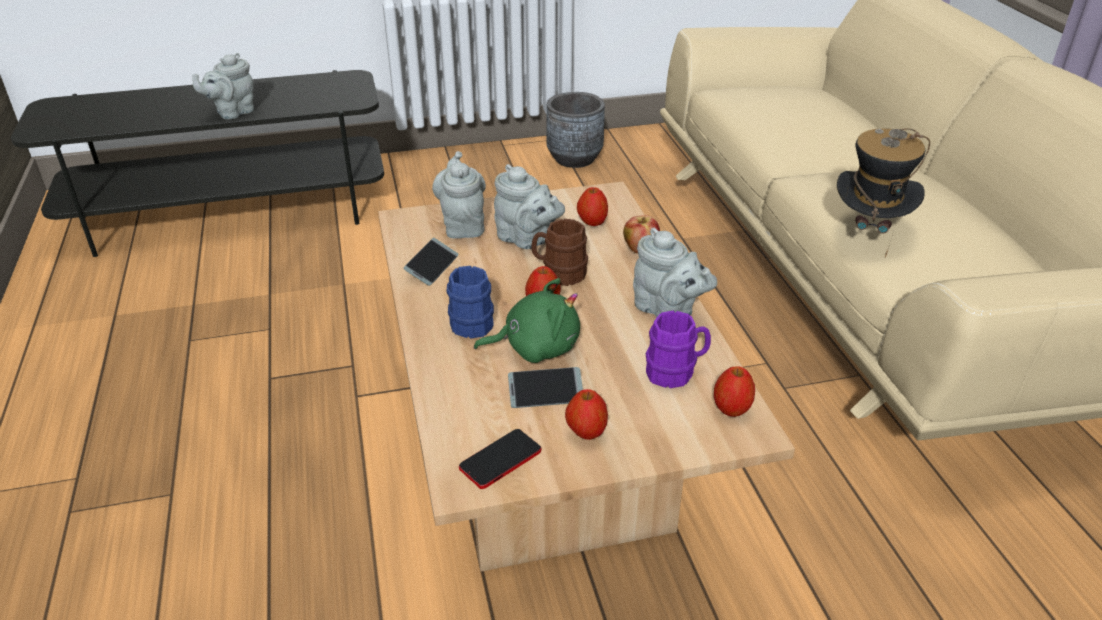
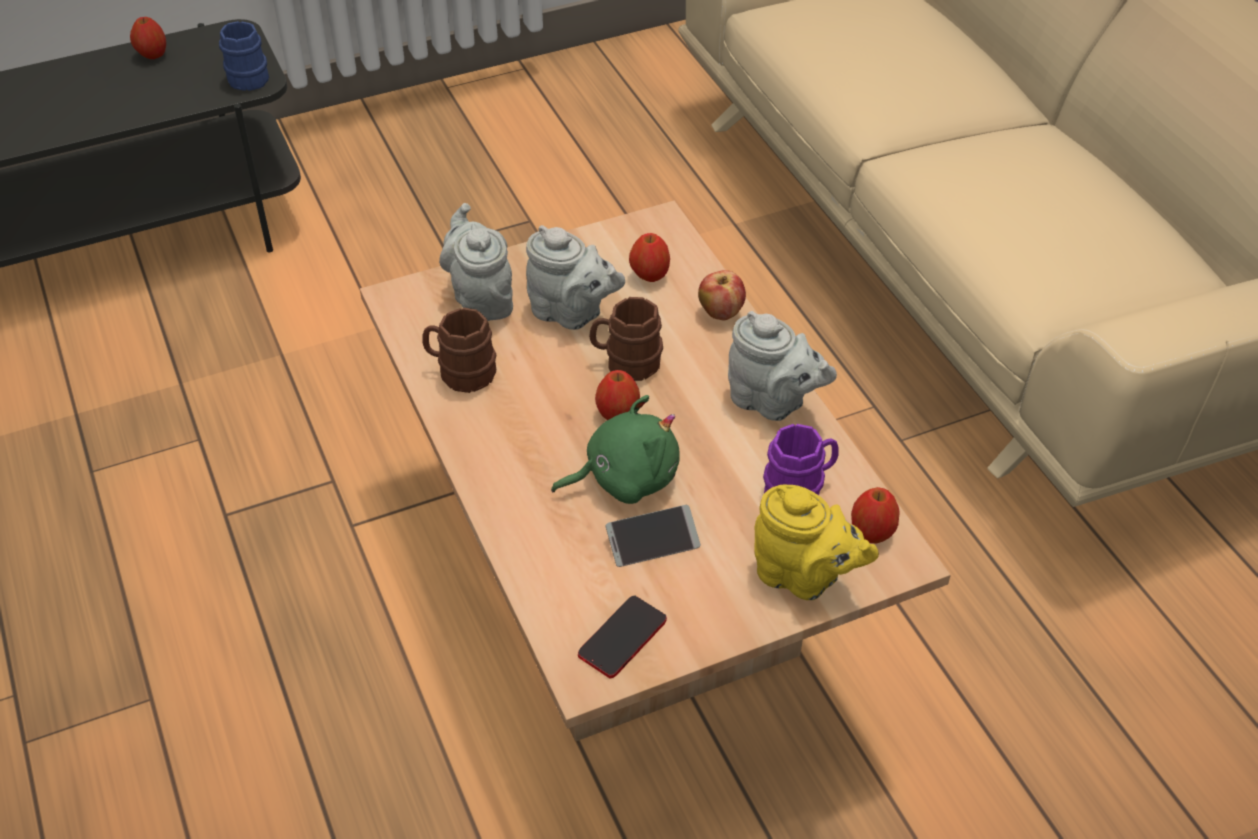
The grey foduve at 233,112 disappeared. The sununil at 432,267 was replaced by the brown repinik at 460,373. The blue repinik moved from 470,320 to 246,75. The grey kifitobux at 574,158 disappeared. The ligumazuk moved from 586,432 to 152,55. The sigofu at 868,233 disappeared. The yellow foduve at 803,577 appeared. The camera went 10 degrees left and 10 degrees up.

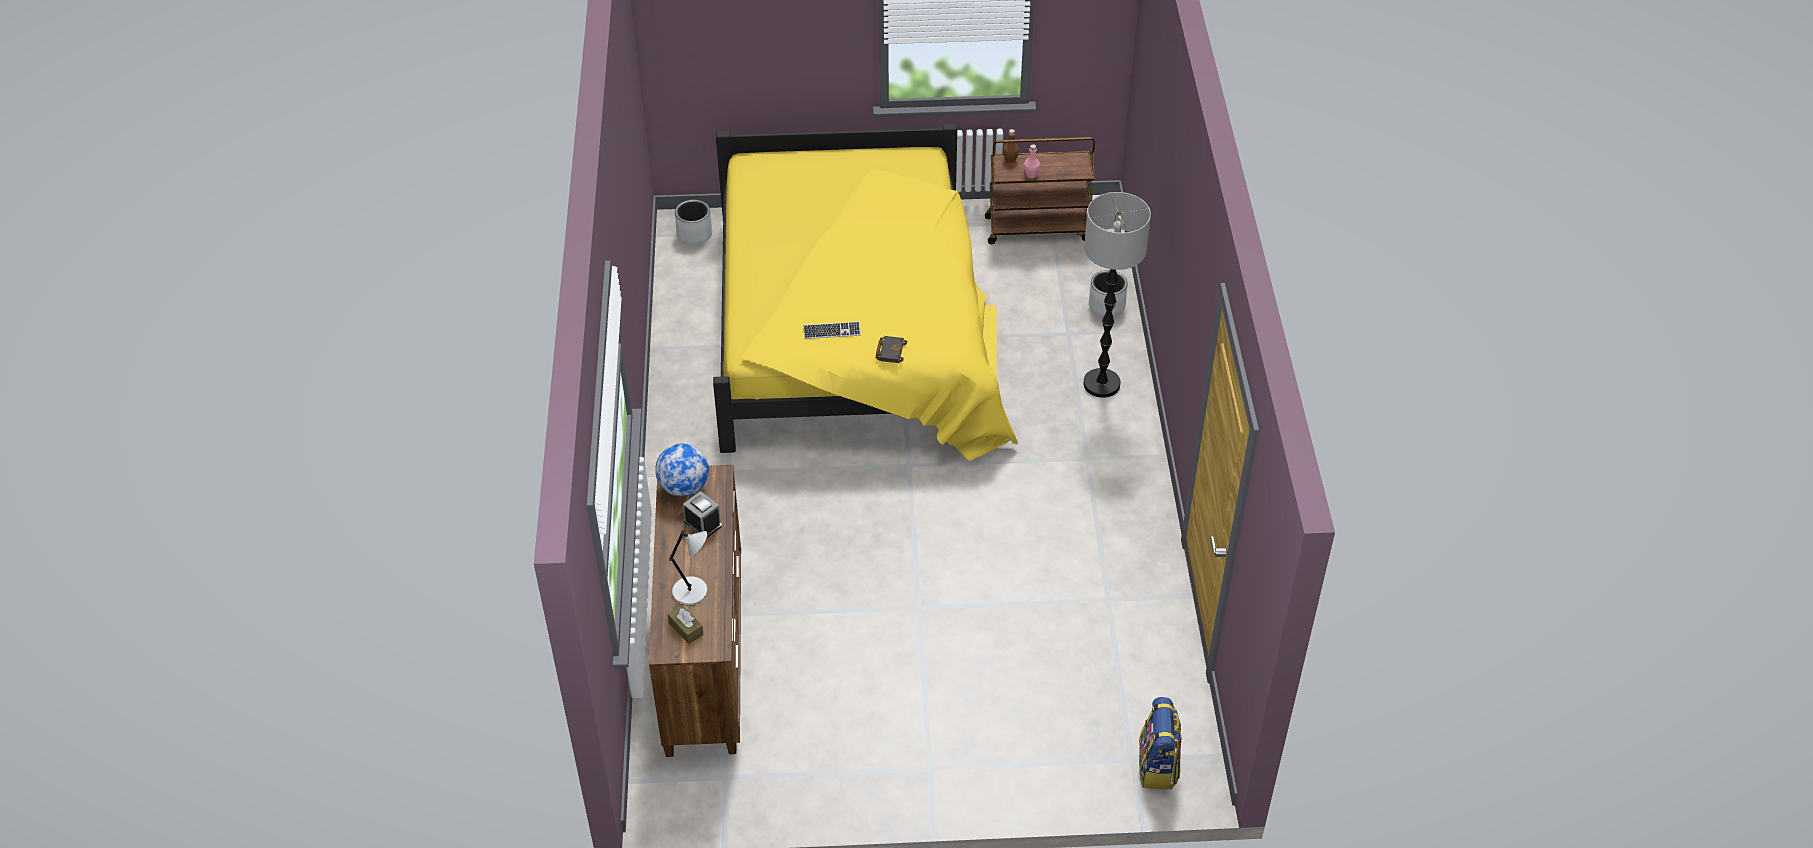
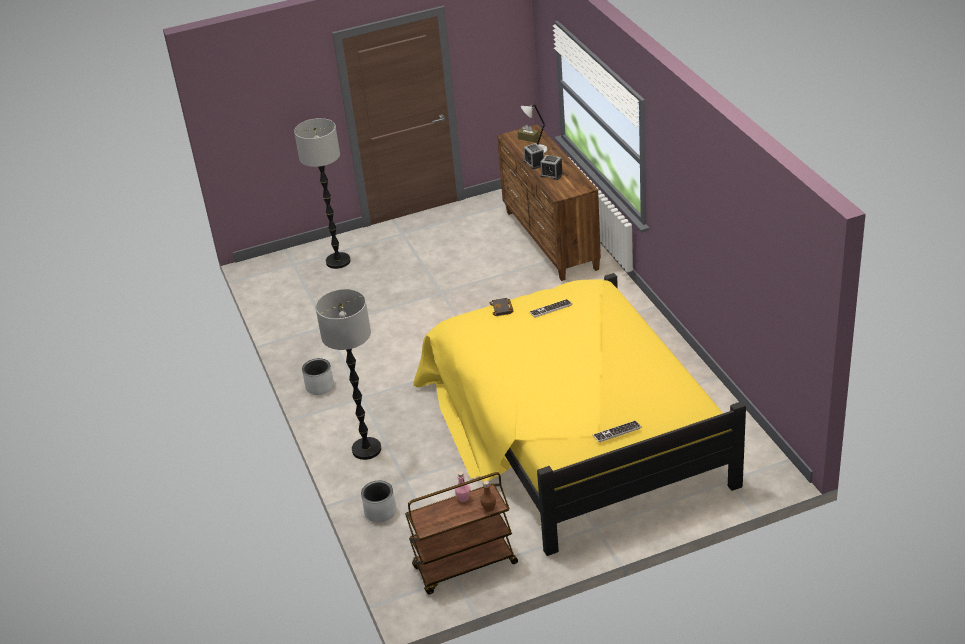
The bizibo at 684,487 disappeared. The grey kifitobux moved from 695,234 to 319,387. The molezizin at 1158,766 disappeared. The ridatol at 338,261 appeared. The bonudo at 534,163 appeared. The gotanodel at 617,432 appeared. The camera went 165 degrees right and 10 degrees down.

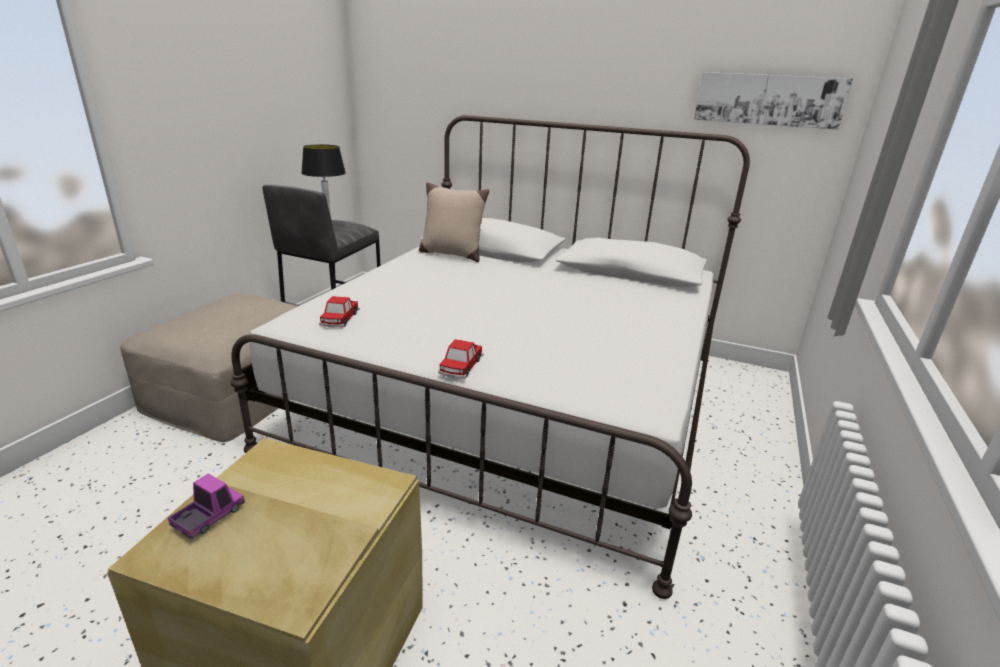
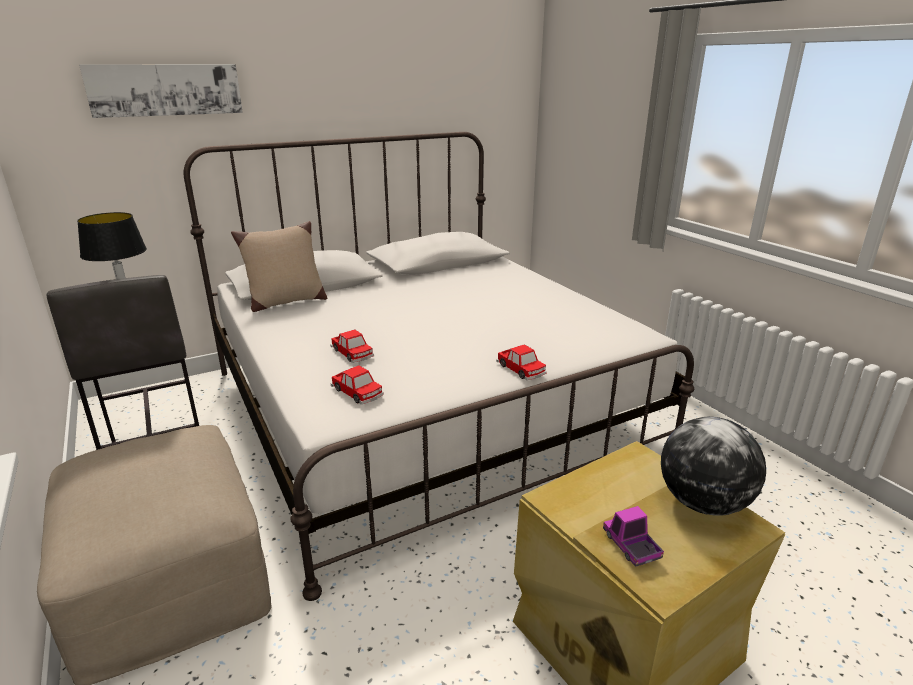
The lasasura moved from 768,100 to 165,90. The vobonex at 352,353 appeared. The bizibo at 703,503 appeared. The camera went 50 degrees left and 0 degrees up.

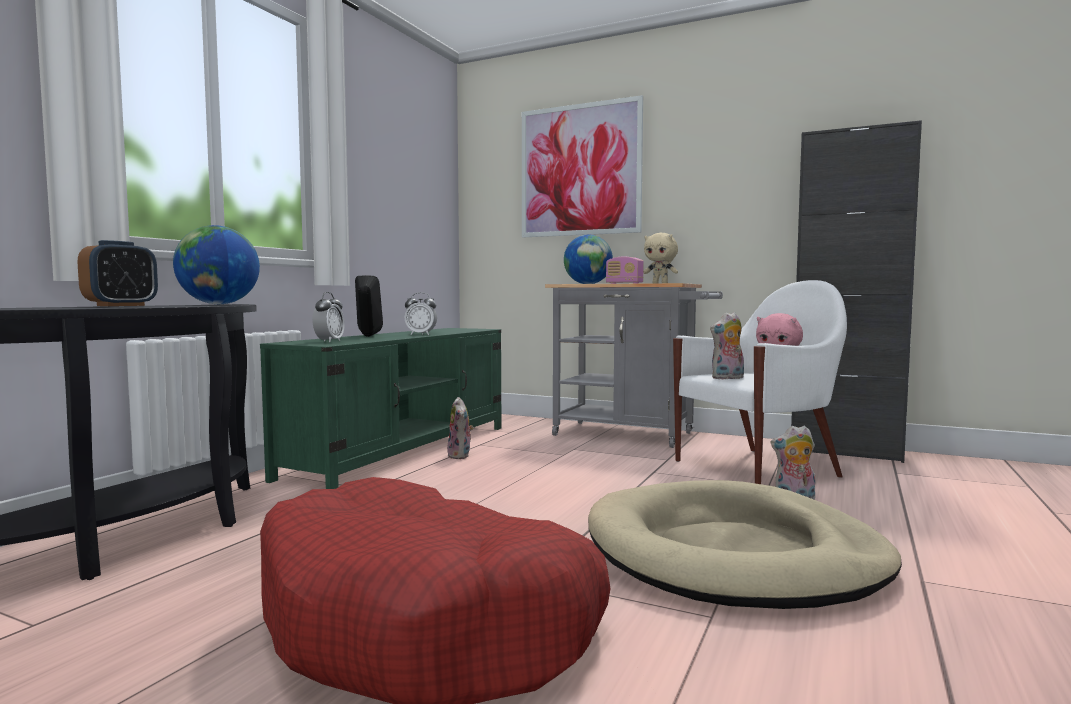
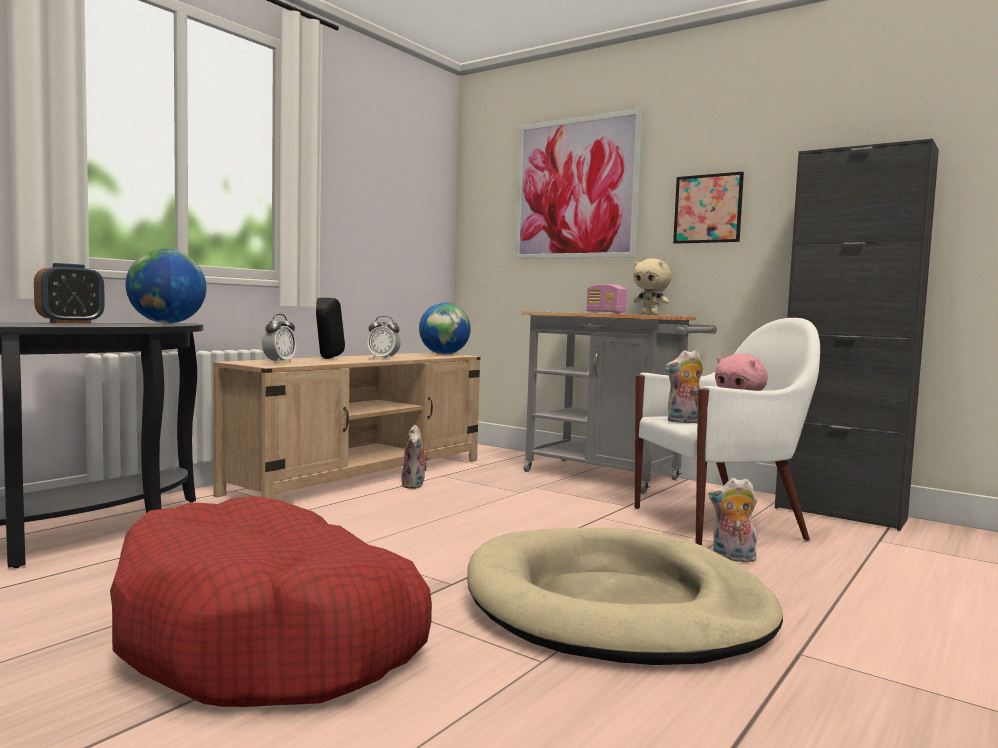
The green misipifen at 404,450 became the beige misipifen at 363,476. The bizibo moved from 588,284 to 444,354. The lasasura at 708,208 appeared. The camera went 10 degrees right and 0 degrees up.

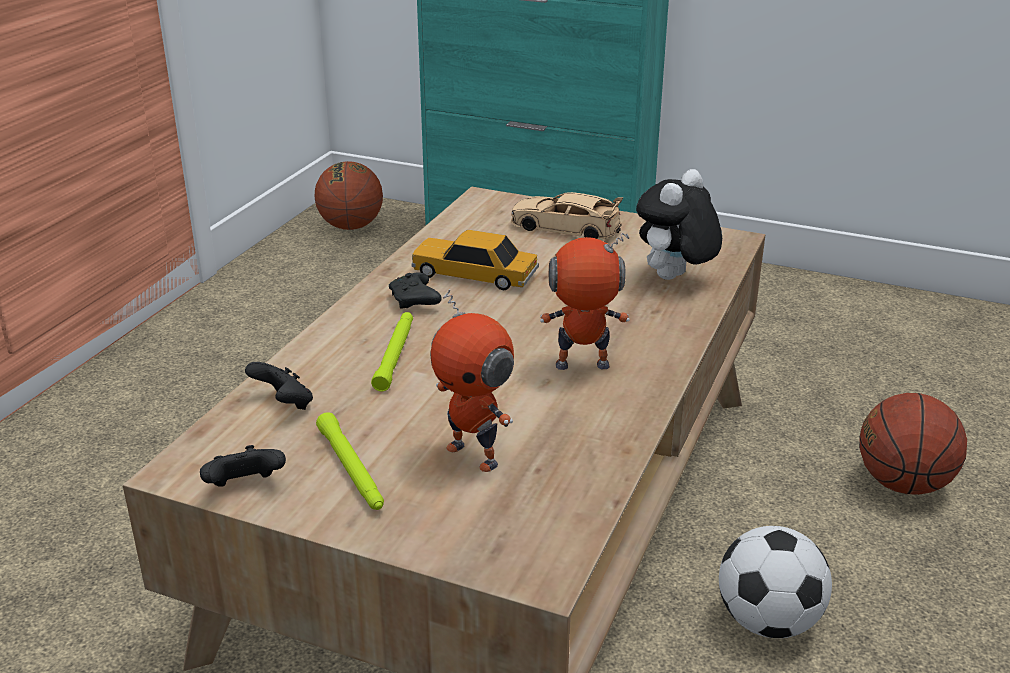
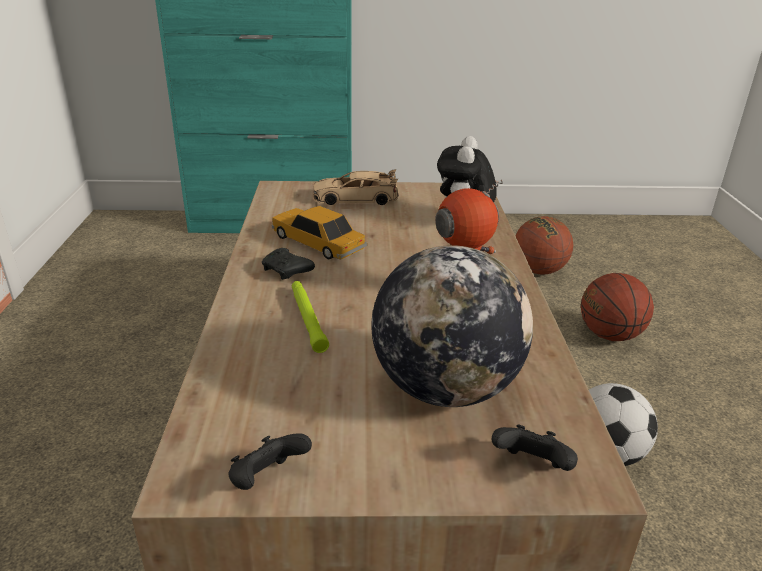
The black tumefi moved from 284,404 to 531,466. The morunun moved from 351,226 to 538,271. The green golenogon at 351,470 disappeared. The vobonex at 474,275 turned 45 degrees clockwise. The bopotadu at 474,455 was replaced by the bizibo at 445,388. The camera went 25 degrees left and 0 degrees up.

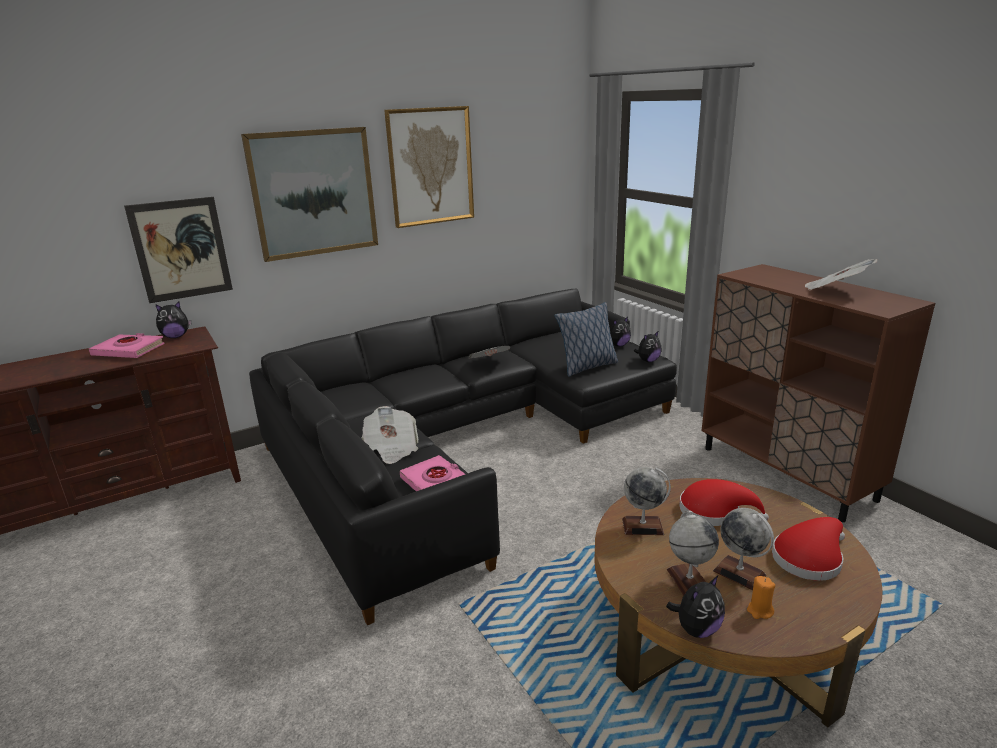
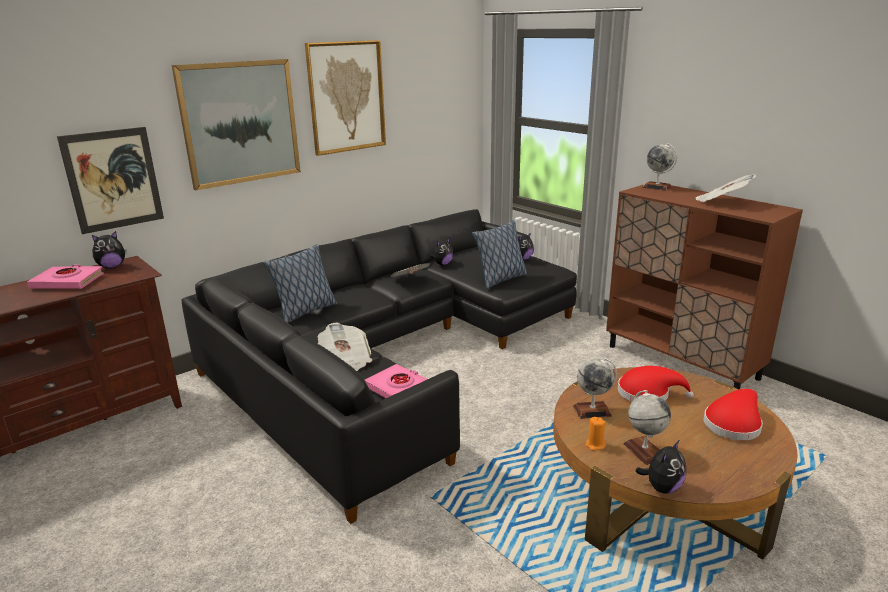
The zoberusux moved from 648,361 to 442,264. The bizibo moved from 739,573 to 657,187. The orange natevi moved from 759,611 to 595,445. The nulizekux at 305,311 appeared. The camera went 10 degrees left and 0 degrees up.

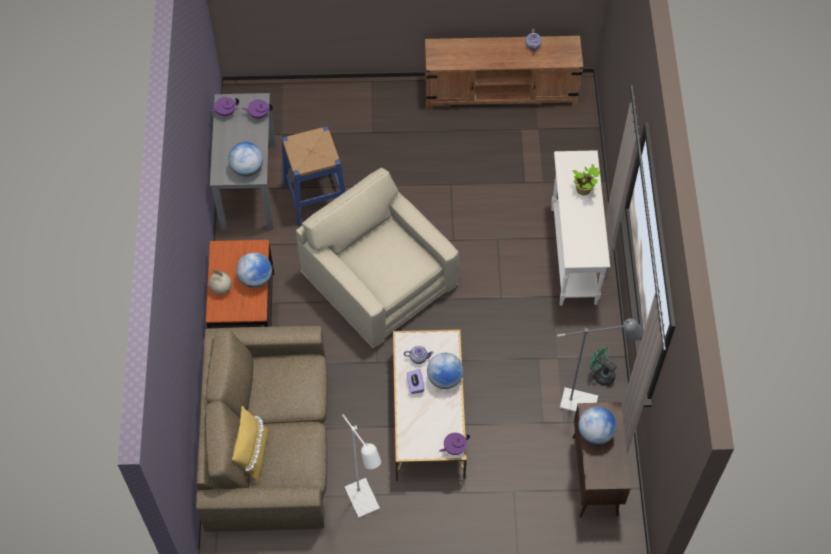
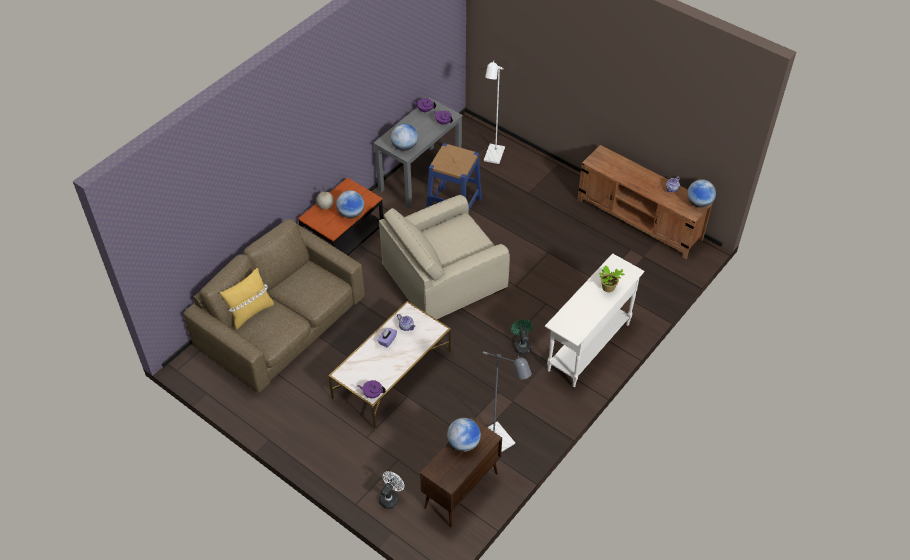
The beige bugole at 378,279 turned 120 degrees counterclockwise. The white ridatol moved from 365,504 to 493,158. The bizibo moved from 444,378 to 699,203. The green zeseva moved from 601,374 to 521,345. The white zeseva at 390,497 appeared. The camera went 40 degrees right and 10 degrees down.

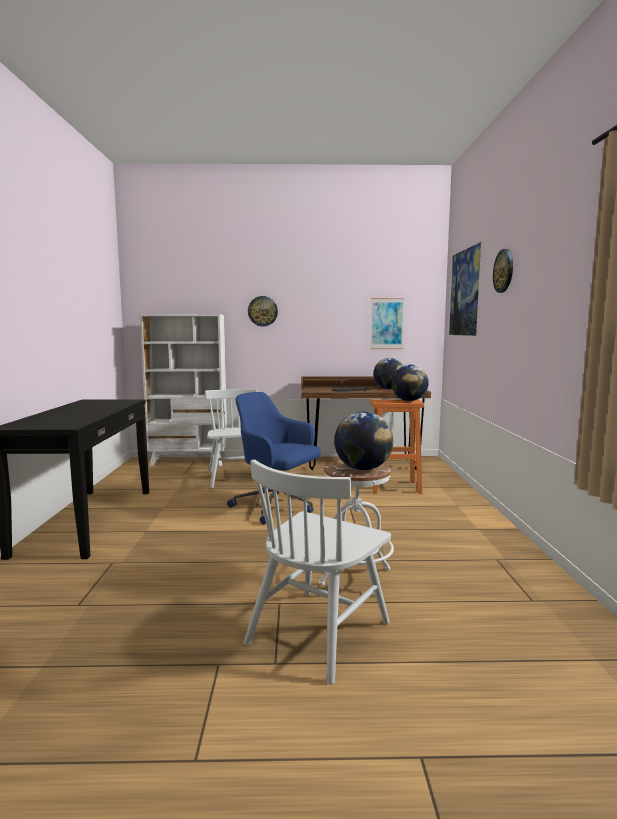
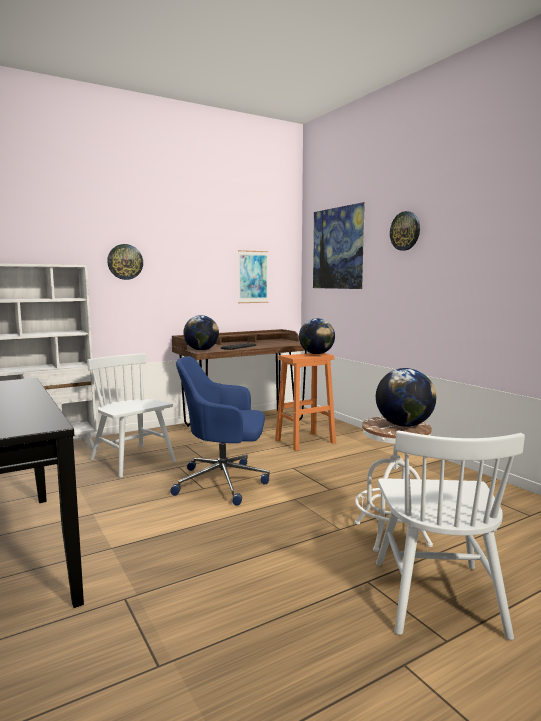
The bizibo moved from 388,389 to 201,350. The camera went 30 degrees left and 0 degrees up.

